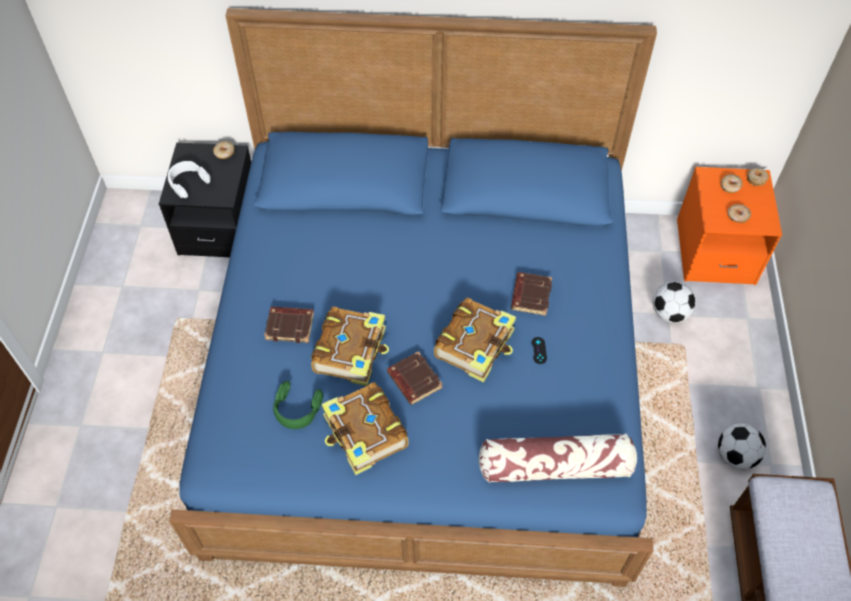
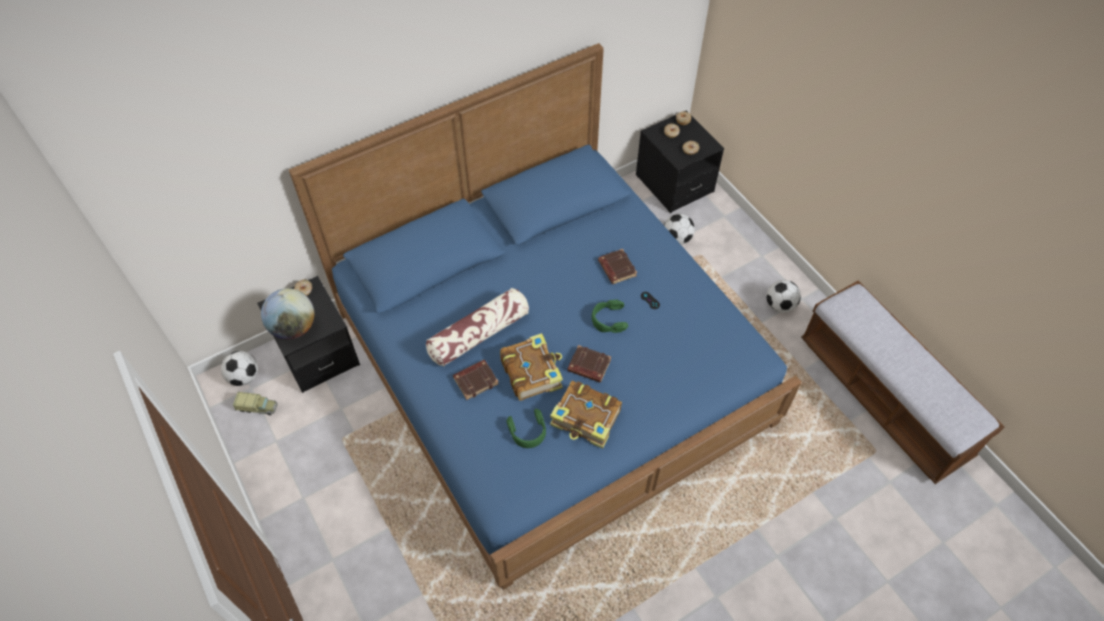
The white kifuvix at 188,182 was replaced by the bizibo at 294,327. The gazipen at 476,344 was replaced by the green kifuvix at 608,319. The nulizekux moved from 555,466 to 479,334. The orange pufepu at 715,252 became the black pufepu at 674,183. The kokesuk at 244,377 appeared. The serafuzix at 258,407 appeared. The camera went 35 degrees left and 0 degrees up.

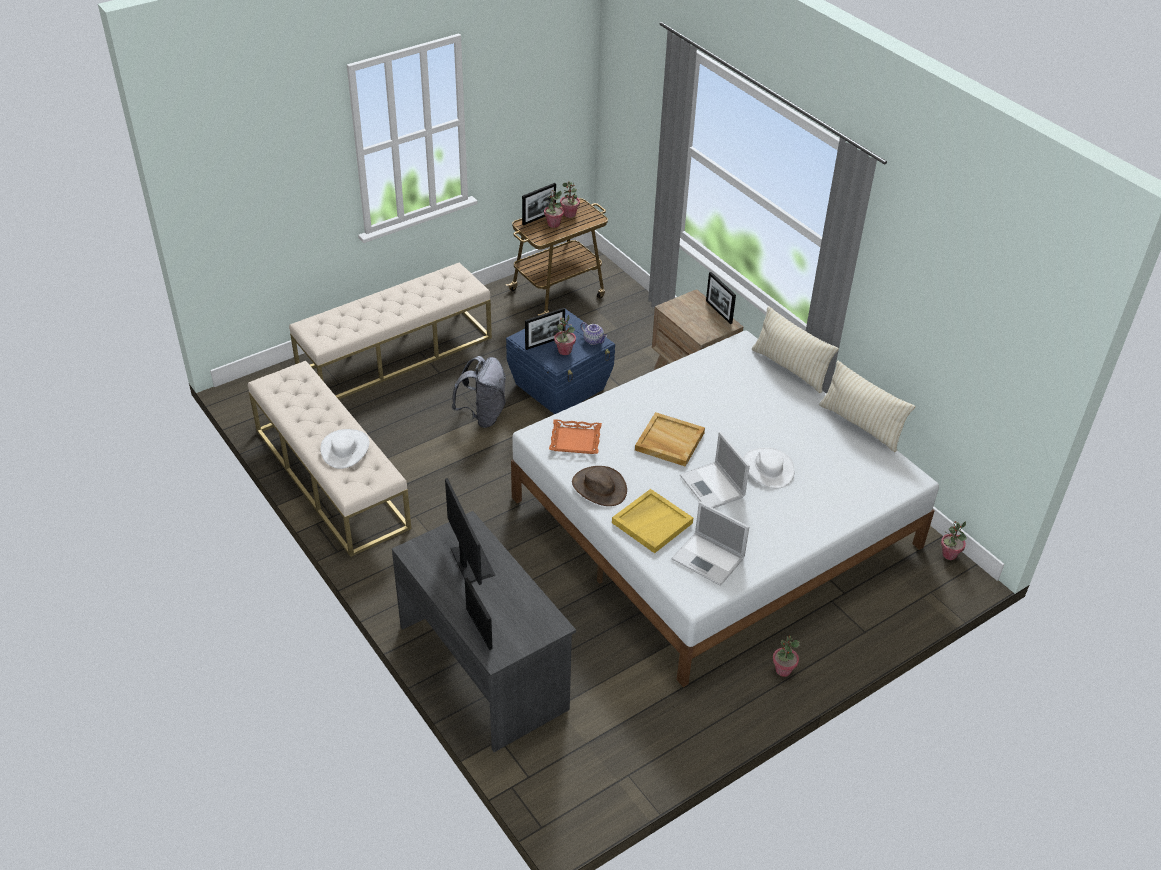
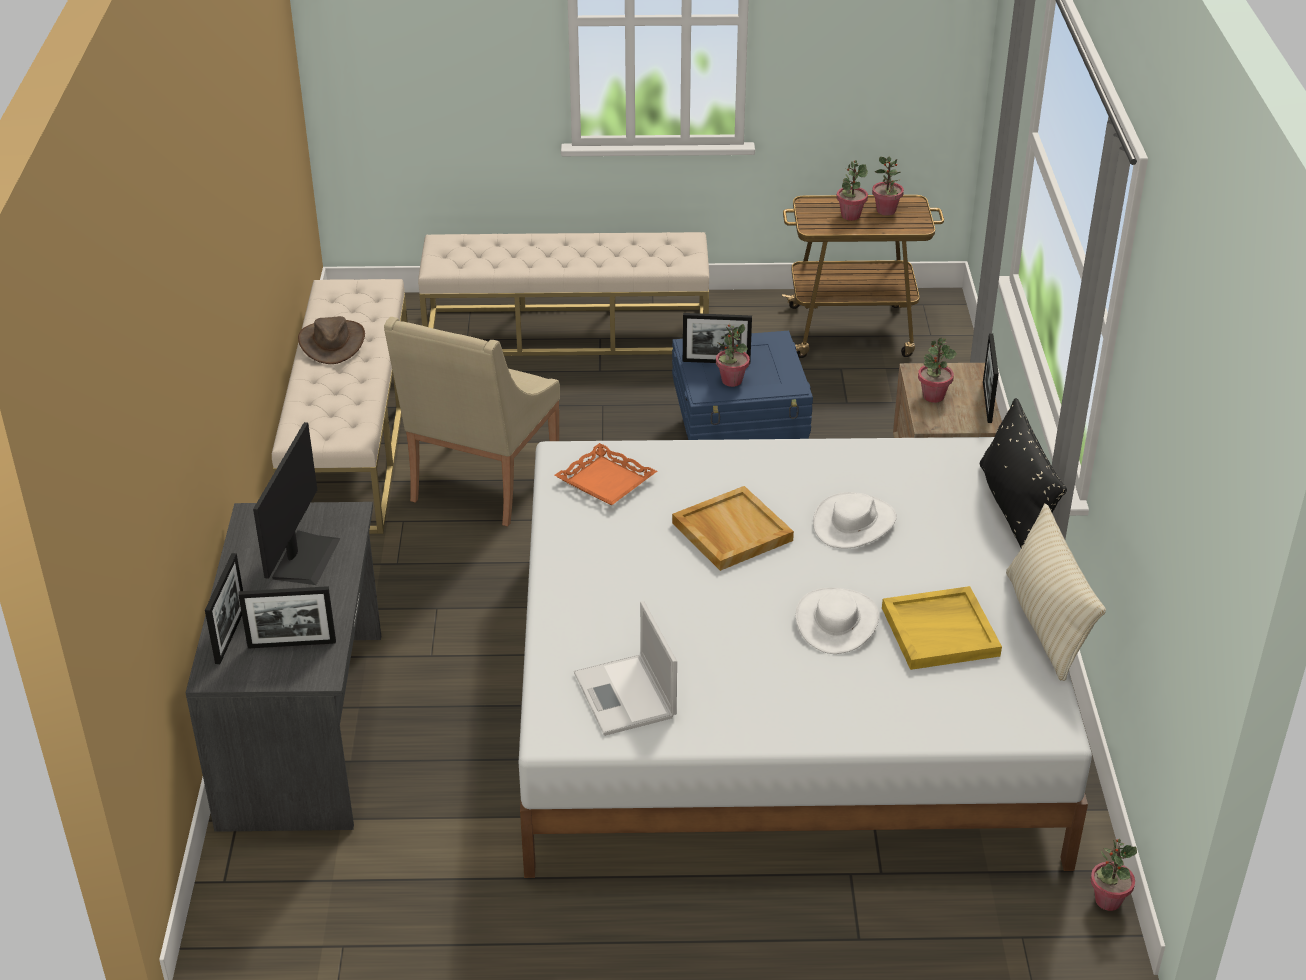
The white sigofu moved from 345,449 to 854,523. The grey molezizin at 483,415 disappeared. The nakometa moved from 539,218 to 292,644. The brown sigofu moved from 599,487 to 332,342. The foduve at 593,340 disappeared. The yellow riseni moved from 652,522 to 940,631. The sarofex at 713,487 disappeared. The beige nulizekux at 790,368 became the black nulizekux at 1014,508. The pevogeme moved from 783,670 to 933,396. The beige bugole at 481,485 appeared. The camera went 35 degrees right and 5 degrees down.

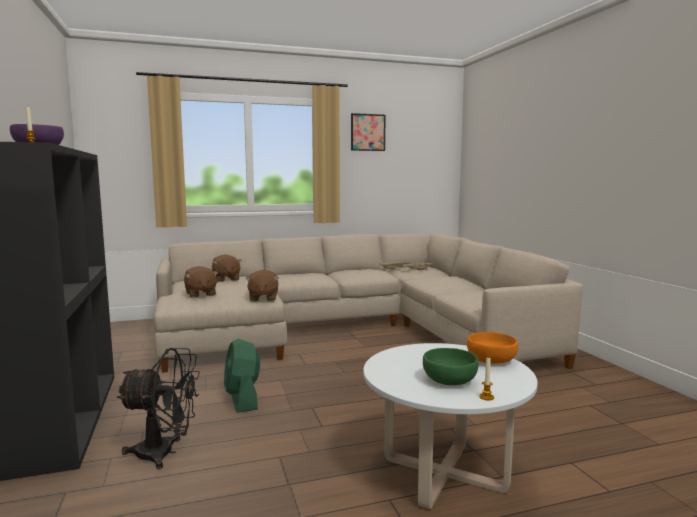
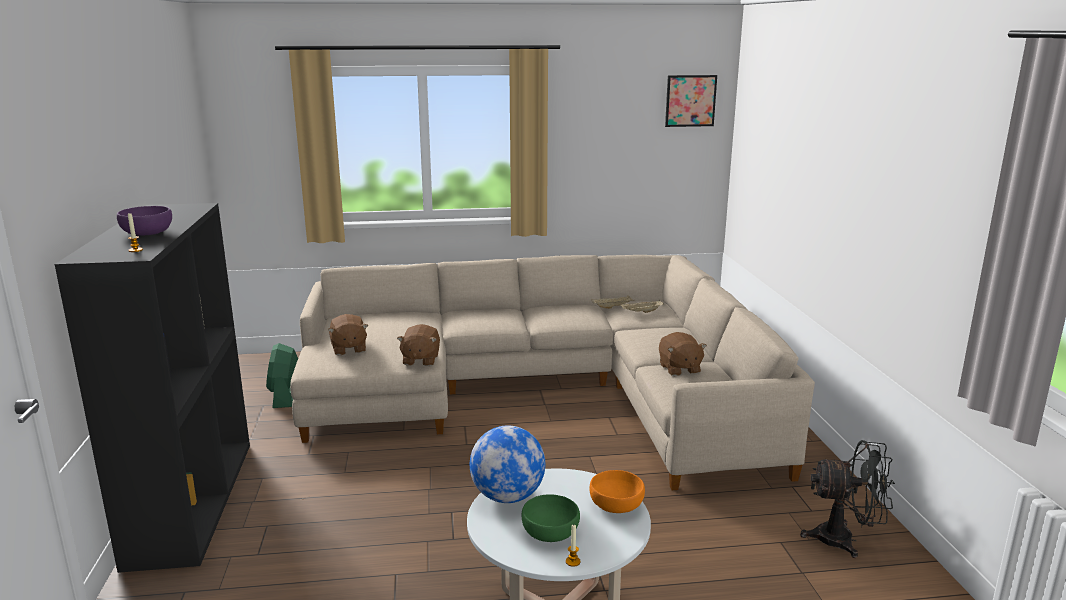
The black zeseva moved from 165,453 to 844,540. The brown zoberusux moved from 226,279 to 679,369. The green zeseva moved from 242,399 to 285,396. The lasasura moved from 367,132 to 690,101. The bizibo at 508,497 appeared. The camera went 10 degrees right and 10 degrees up.

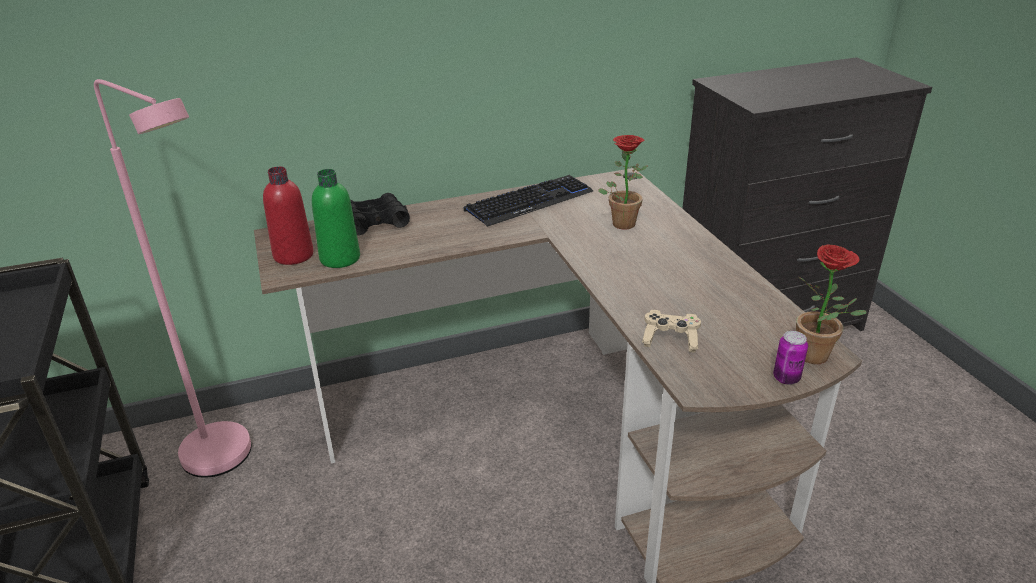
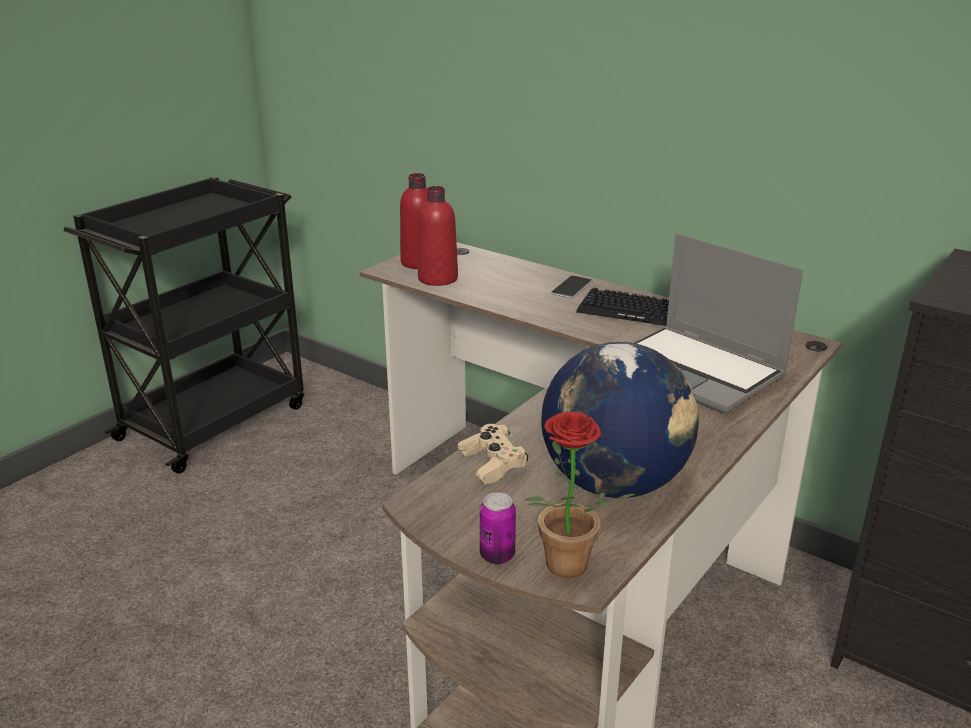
The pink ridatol at 228,461 disappeared. The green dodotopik at 340,258 became the red dodotopik at 438,279. The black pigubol at 374,222 disappeared. The pevogeme at 621,221 was replaced by the sarofex at 698,371. The bizibo at 615,483 appeared. The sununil at 571,288 appeared. The camera went 55 degrees right and 5 degrees down.

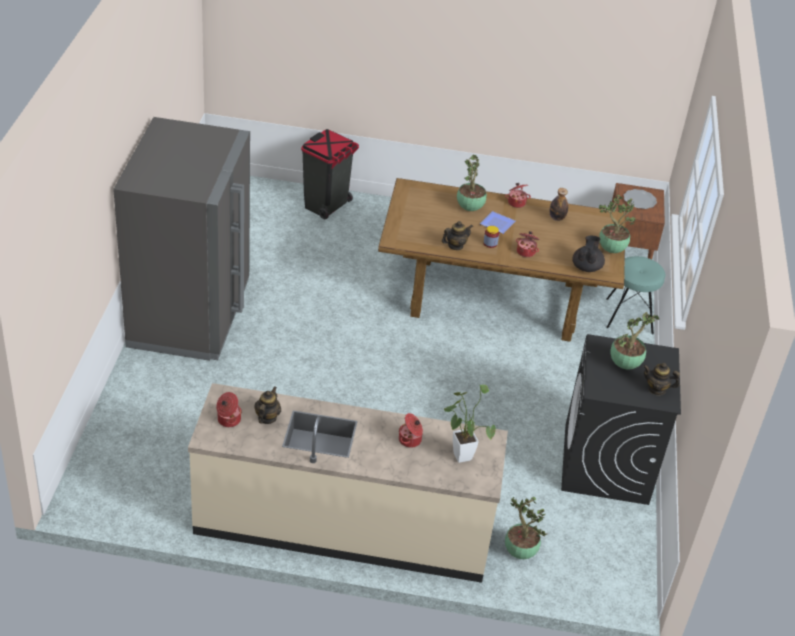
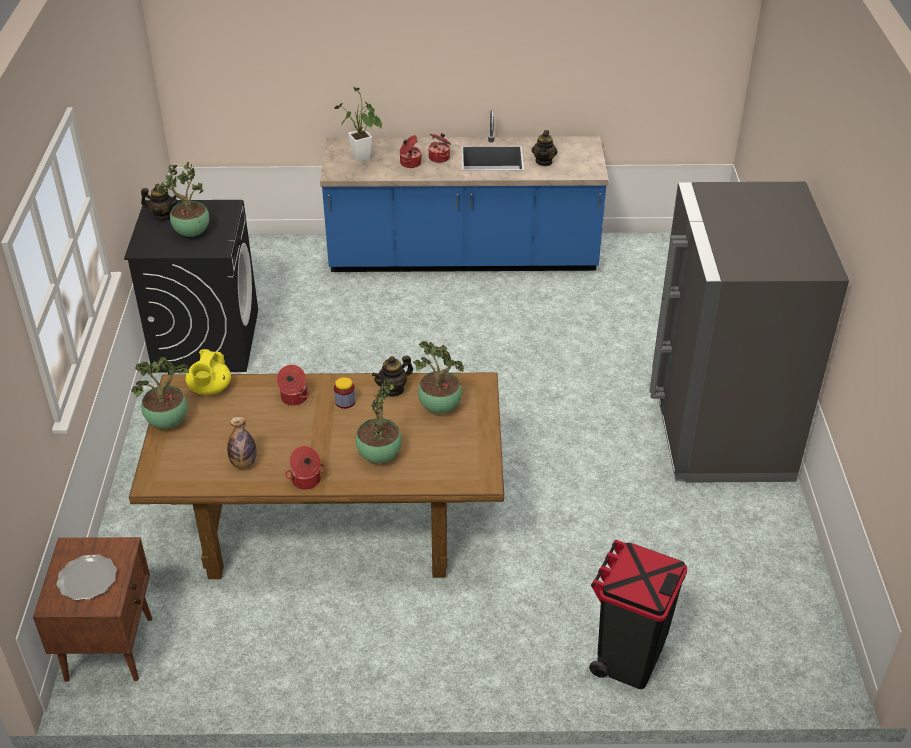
The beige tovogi at 344,525 became the blue tovogi at 463,257. The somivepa moved from 228,420 to 439,157. The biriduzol at 497,223 disappeared. The pevogeme moved from 519,552 to 441,408. The black foduve at 586,267 became the yellow foduve at 210,389. The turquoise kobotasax at 629,316 disappeared. The camera went 175 degrees right and 0 degrees up.

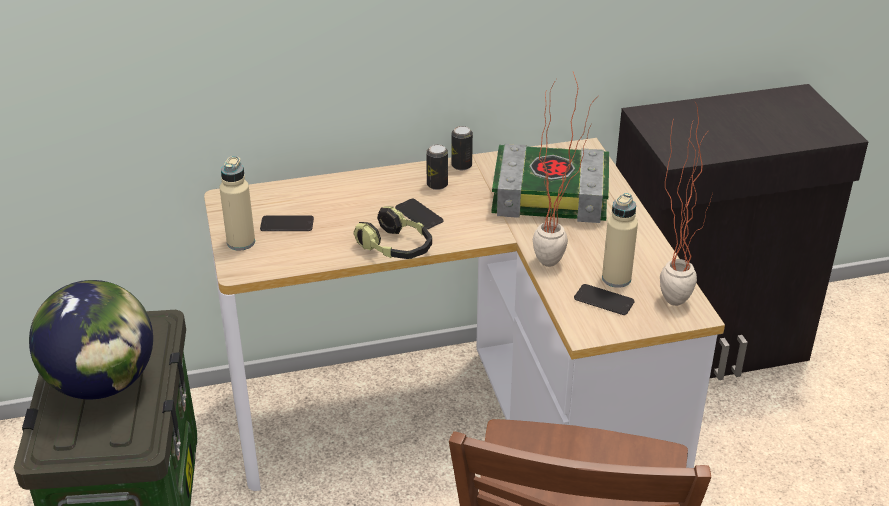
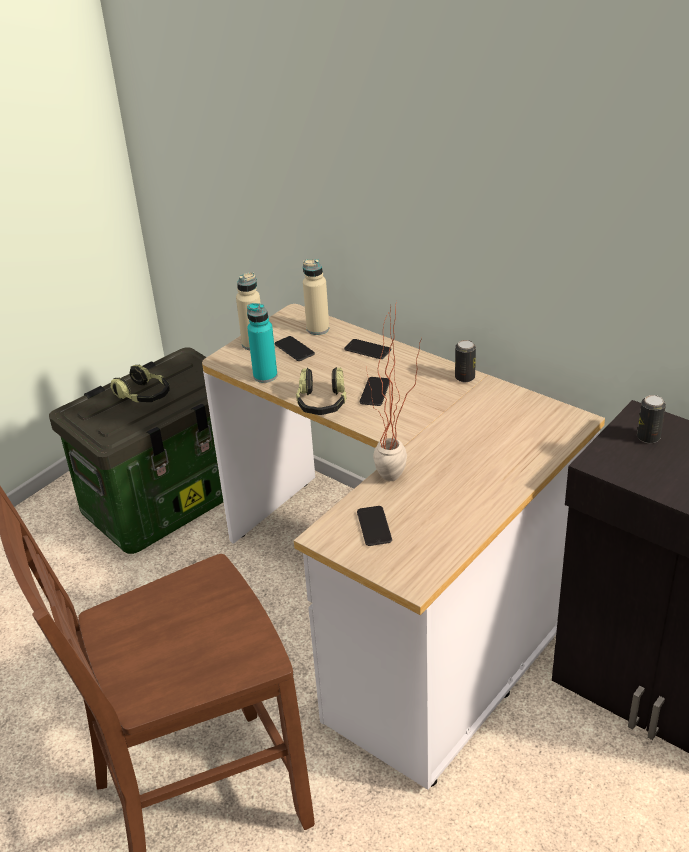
The bizibo at 102,383 was replaced by the kifuvix at 144,395. The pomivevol moved from 437,185 to 648,437. The gazipen at 552,194 disappeared. The beige dodotopik moved from 616,278 to 318,329. The pevogeme at 672,294 disappeared. The turquoise dodotopik at 265,376 appeared. The sununil at 367,350 appeared. The camera went 55 degrees right and 0 degrees up.

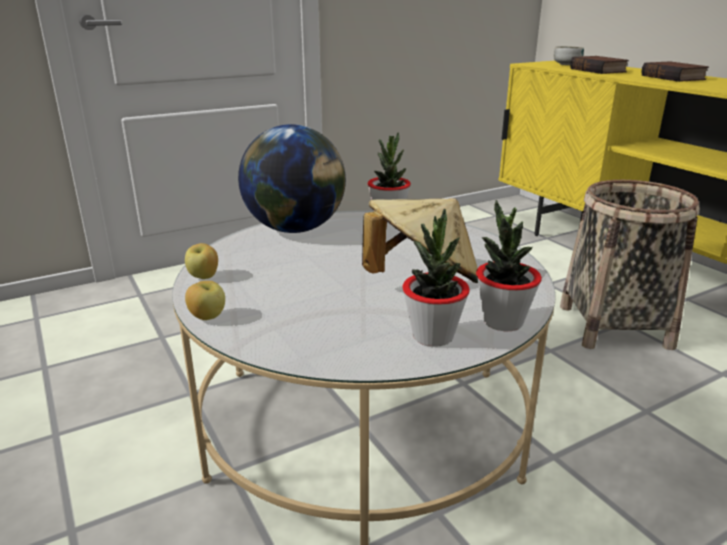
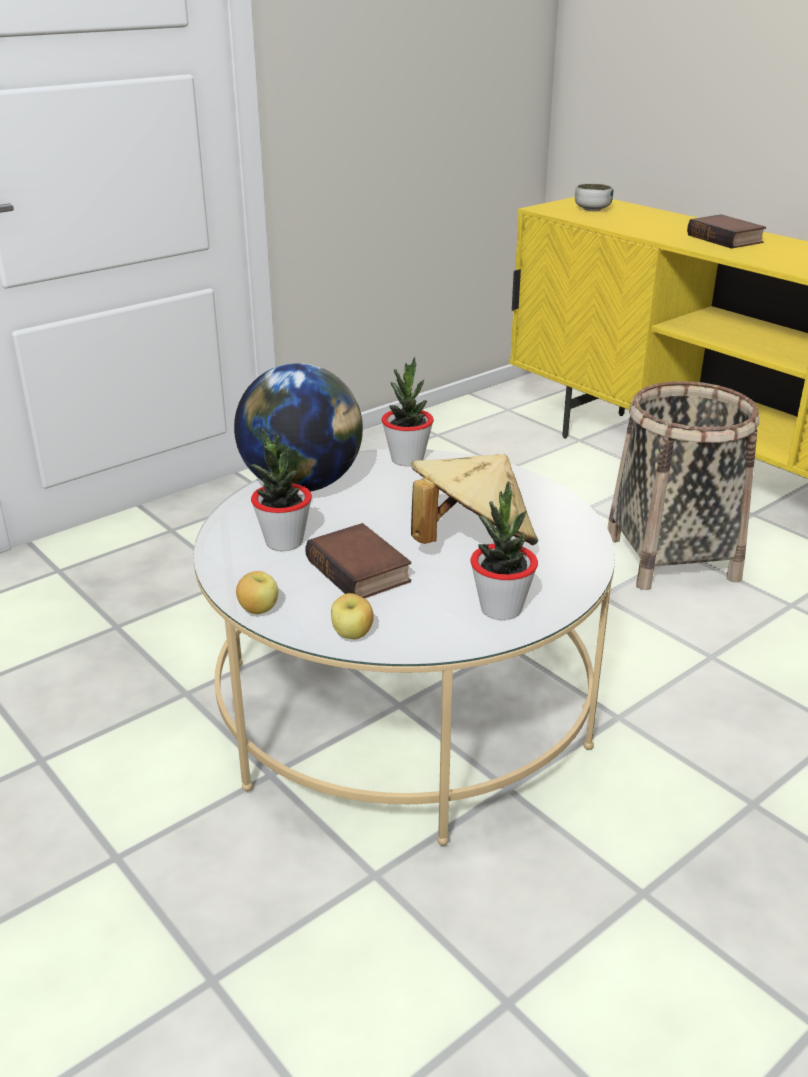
The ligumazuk moved from 204,277 to 352,635. The pevogeme moved from 502,322 to 284,541. The gazipen moved from 599,70 to 361,571. The camera went 10 degrees left and 5 degrees up.

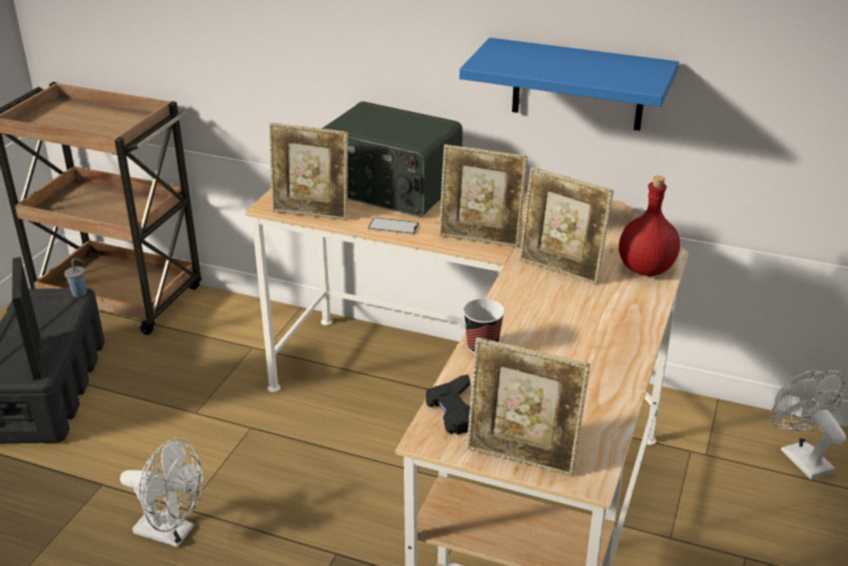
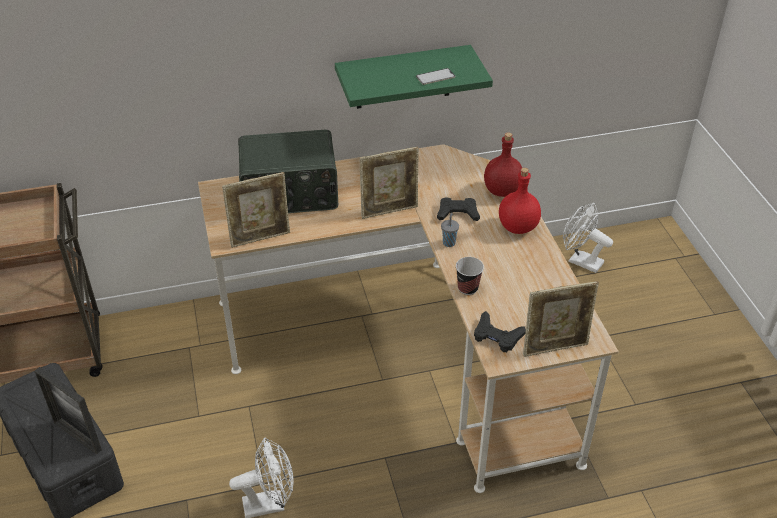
The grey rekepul moved from 80,293 to 449,242. The sununil moved from 393,226 to 435,77. The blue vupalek at 578,85 became the green vupalek at 403,77. The nakometa at 560,270 was replaced by the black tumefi at 457,213. The red dodotopik at 518,226 appeared. The camera went 35 degrees left and 10 degrees up.

